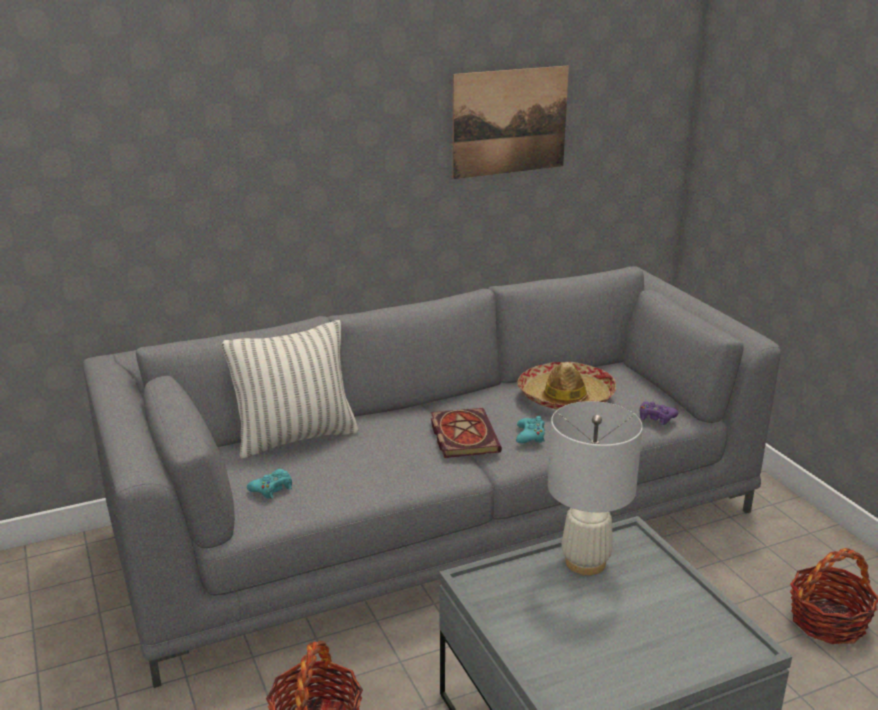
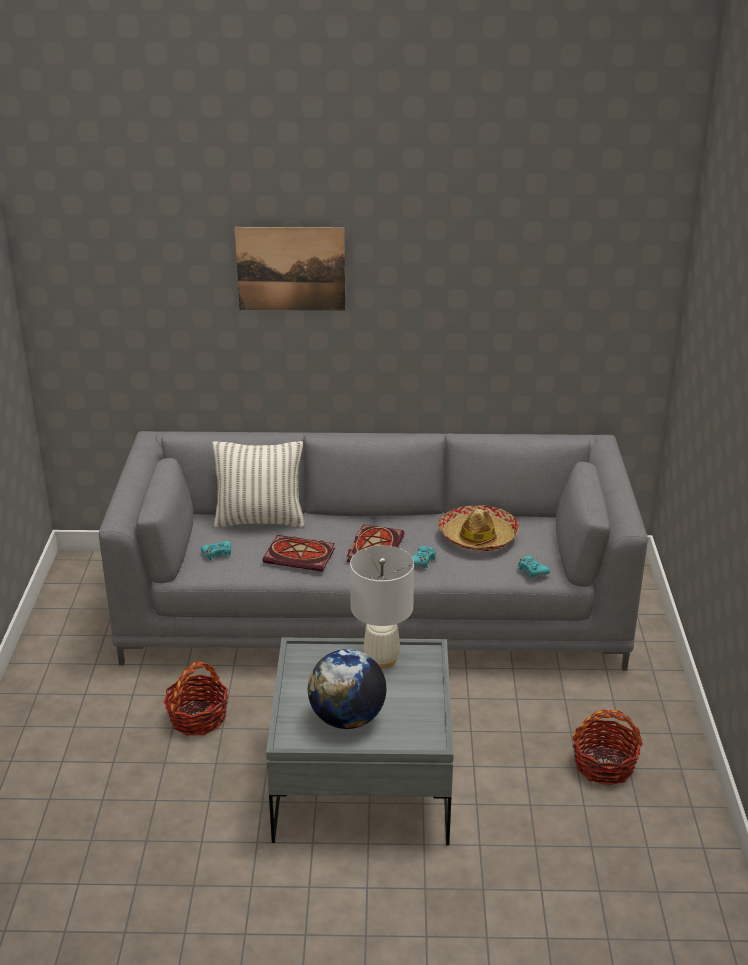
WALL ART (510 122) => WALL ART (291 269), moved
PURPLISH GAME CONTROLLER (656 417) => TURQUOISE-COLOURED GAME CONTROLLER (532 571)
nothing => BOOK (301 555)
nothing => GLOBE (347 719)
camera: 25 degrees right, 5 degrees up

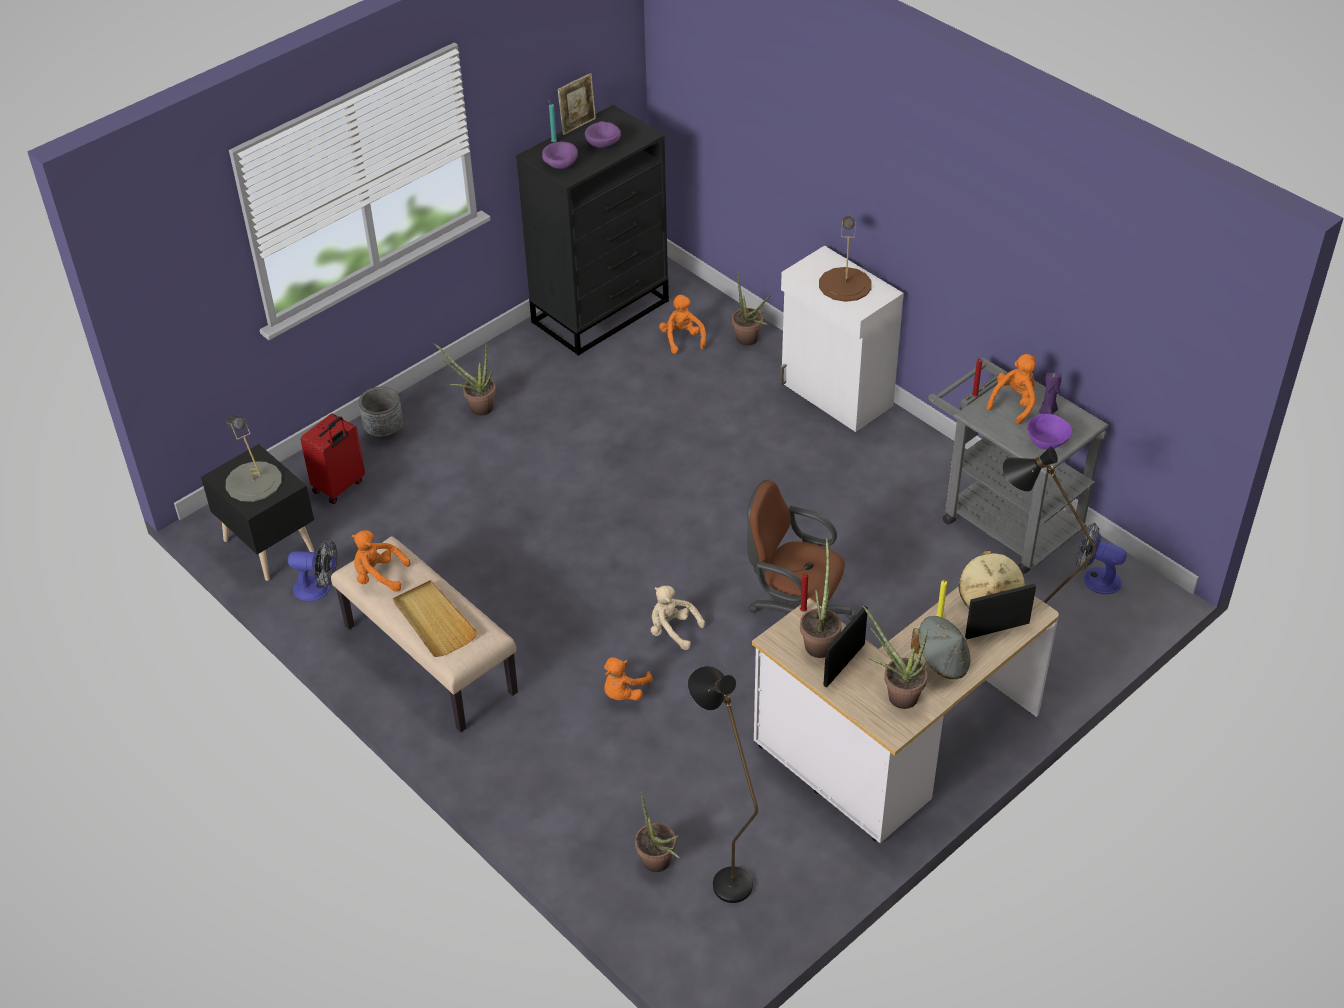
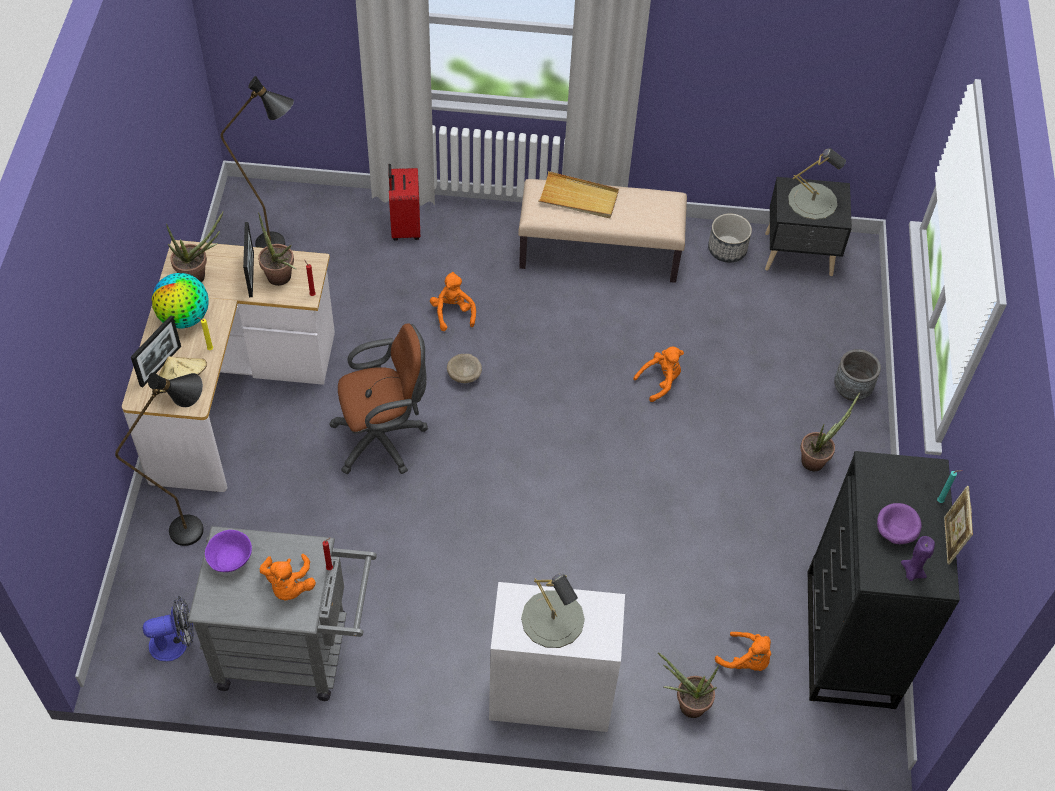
ELECTRIC FAN (318 589) => FLOWER POT (727 249)
RED-COLOURED SUITCASE (339 487) => RED-COLOURED SUITCASE (404 227), moved
ORANGEY SOFT TOY (378 576) => ORANGEY SOFT TOY (660 381), moved
PURPLISH BOWL (560 165) => nothing
POTTED PLANT (659 865) => nothing
BEIGE SOFT TOY (672 630) => BEIGE BOWL (465 376)
BROWN TABLETOP LAMP (844 284) => GREY TABLETOP LAMP (553 619)
GREY HAT (941 661) => GLOBE (184 318)
PURPLISH WAX LIGHT (1048 411) => PURPLISH WAX LIGHT (912 572), moved
camera: 135 degrees right, 10 degrees up

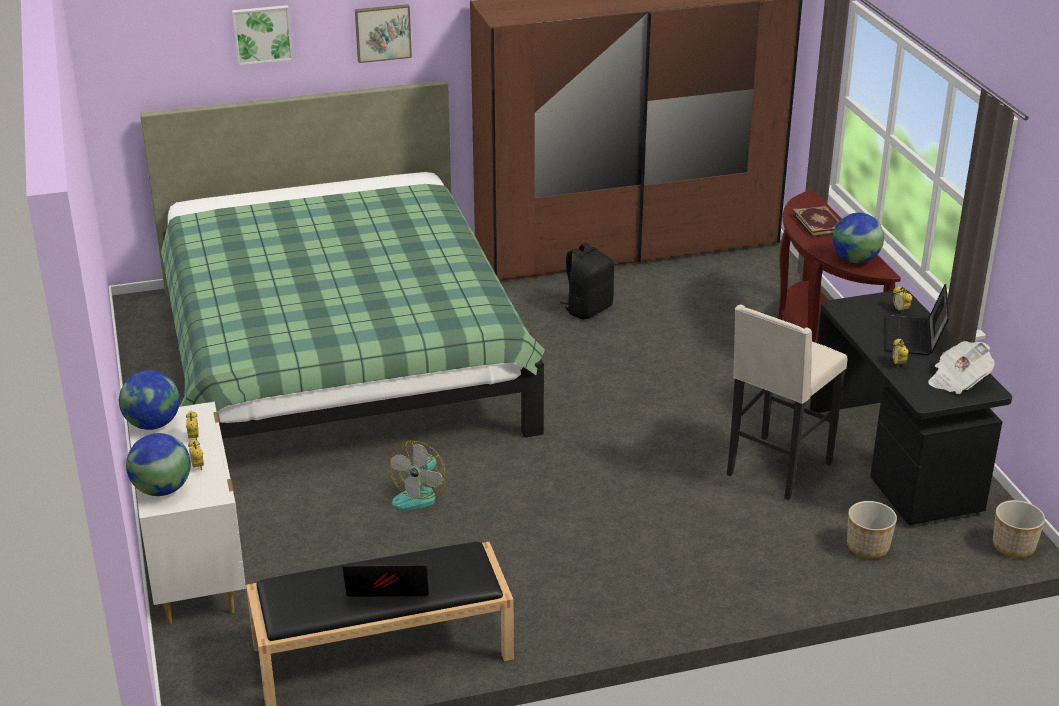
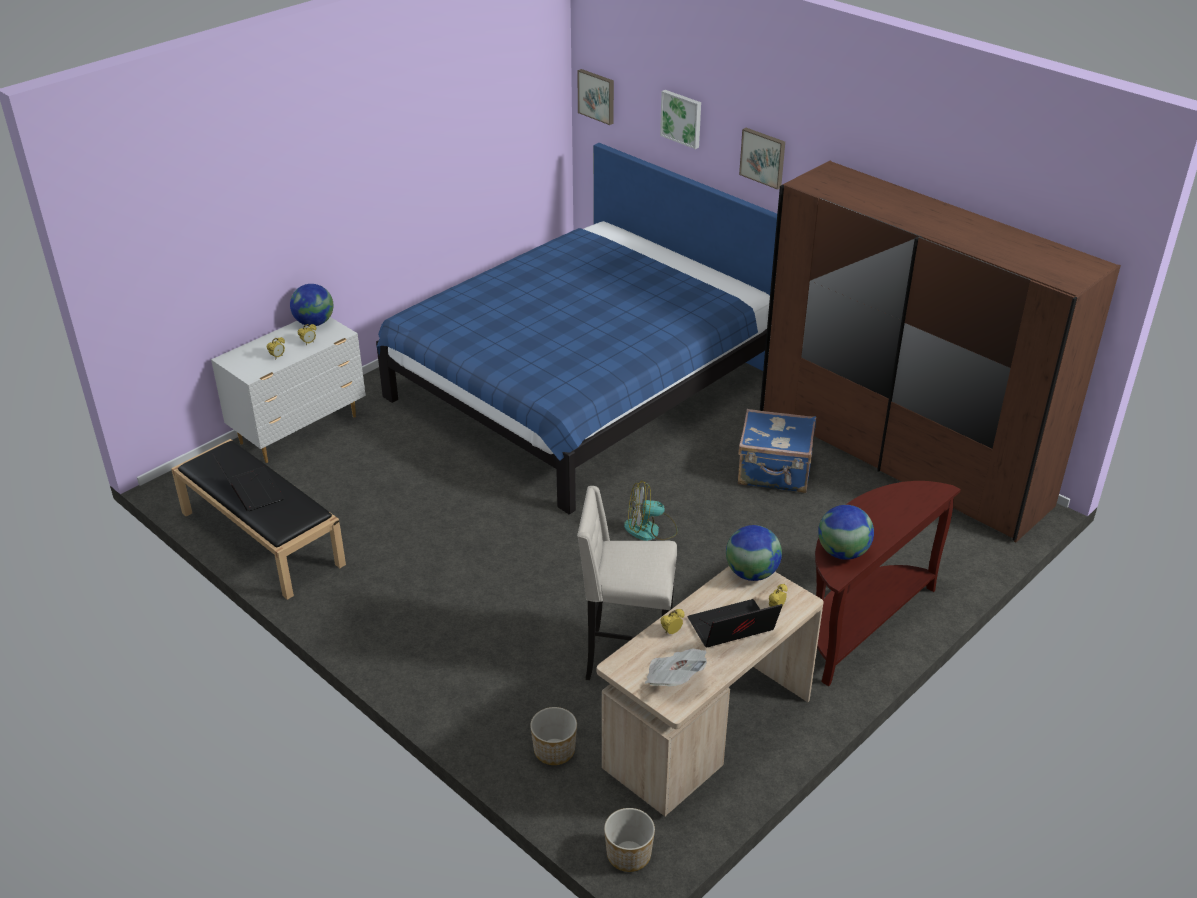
GLOBE (162 489) => GLOBE (751 573), moved
GREEN-COLOURED SLEEPING BED (339 359) => BLUE SLEEPING BED (583 386)
ELECTRIC FAN (420 494) => ELECTRIC FAN (650 530), moved
BLACK-COLOURED BACKPACK (588 309) => BLUE SUITCASE (774 472)
BOOK (819 224) => nothing
BLACK-COLOURED DESK TABLE (896 460) => BEIGE DESK TABLE (706 732)
nothing => WALL ART (597 96)
camera: 60 degrees right, 5 degrees up

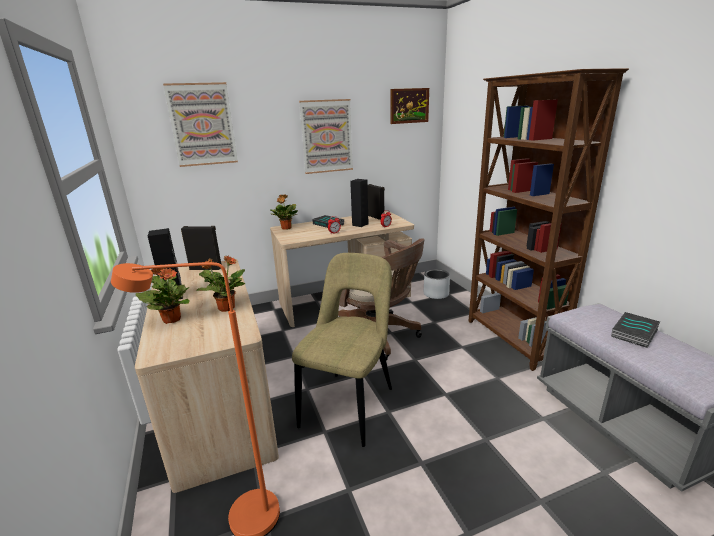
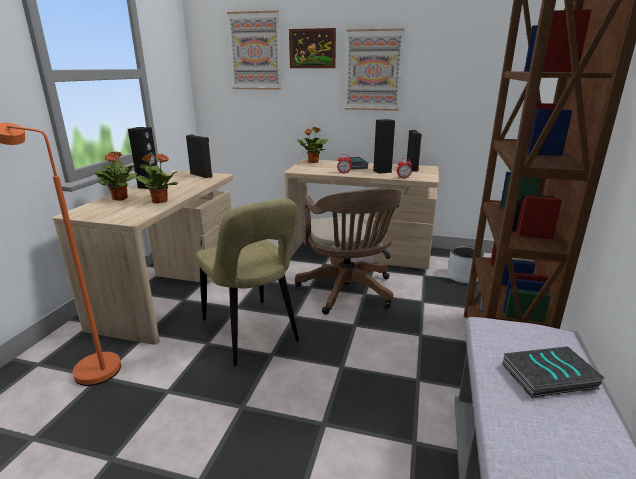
BEIGE CHAIR (350 404) => BEIGE CHAIR (252 333), 90 degrees clockwise
WALL ART (409 106) => WALL ART (312 48), moved
camera: 35 degrees right, 0 degrees up

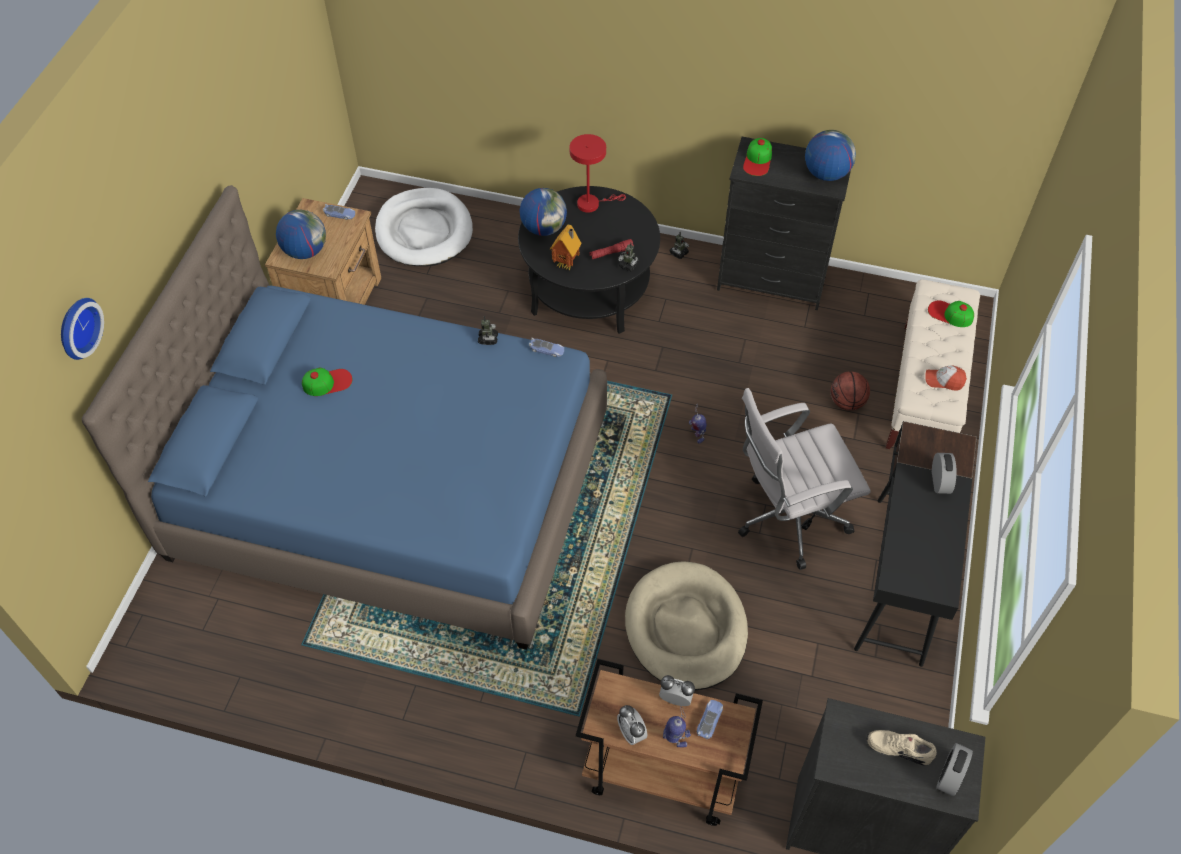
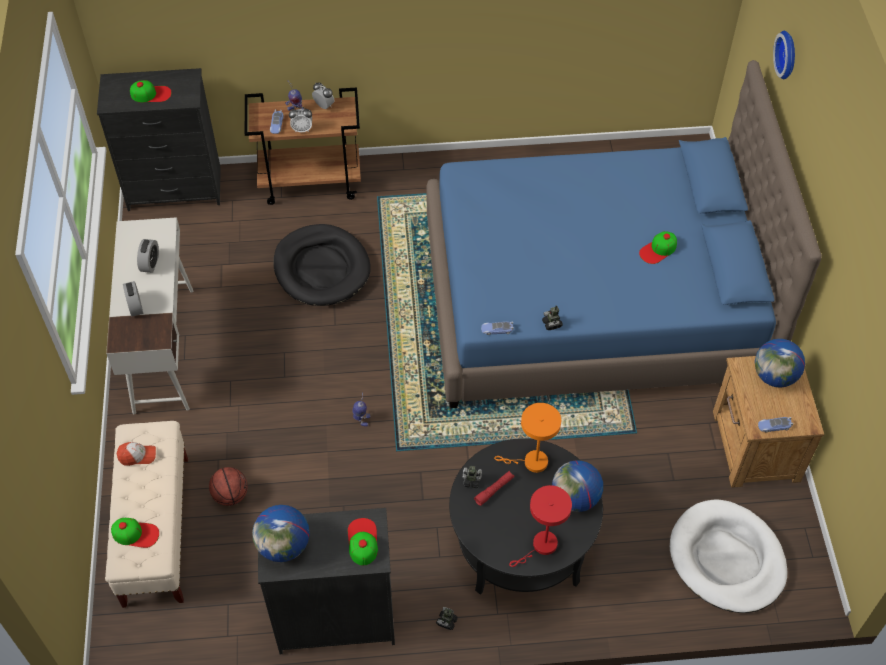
MODEL HOUSE (567 264) => ORANGEY TABLETOP LAMP (531 462)
BEIGE DOG BED (686 628) => BLACK-COLOURED DOG BED (321 268)
WHITE-COLOURED OFFICE CHAIR (787 519) => nothing
BLACK-COLOURED DESK TABLE (899 580) => WHITE-COLOURED DESK TABLE (163 349)
BEIGE ITEM OF FOOTWEAR (899 748) => CAP (151 94)
ALARM CLOCK (949 776) => ALARM CLOCK (150 263), moved
camera: 160 degrees right, 0 degrees up

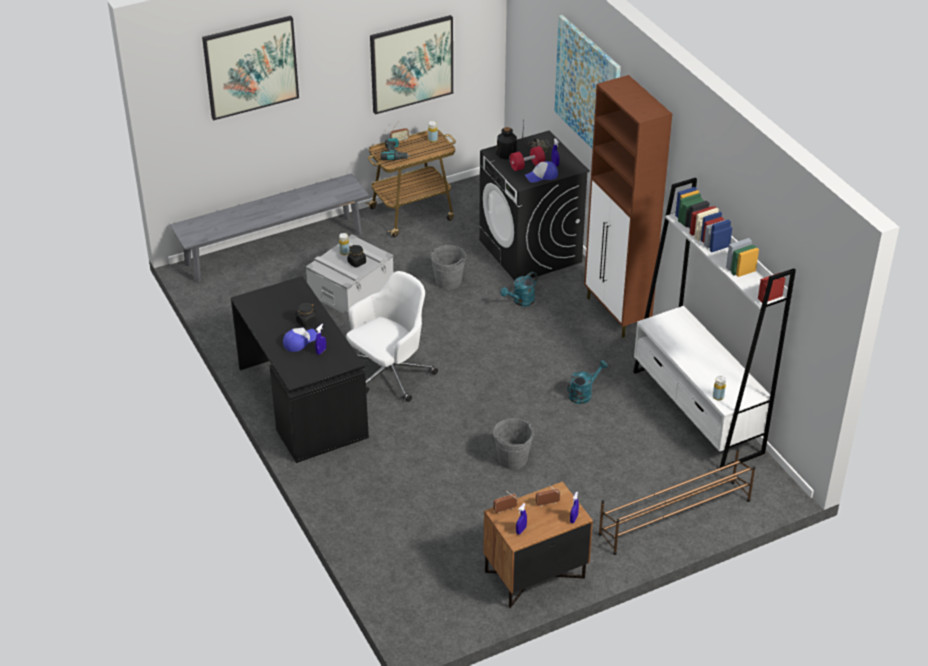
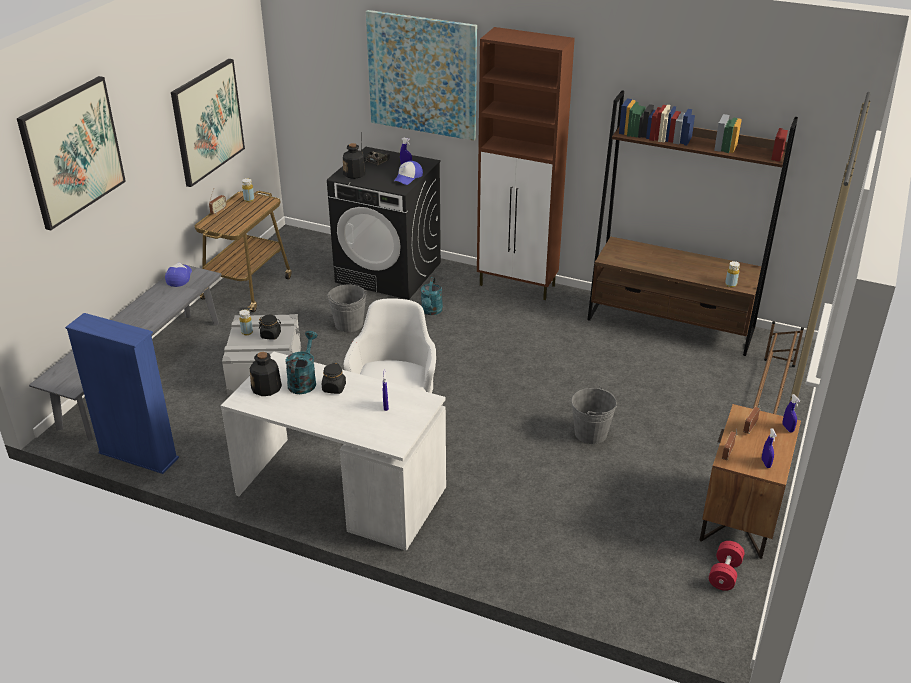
BLACK-COLOURED DESK TABLE (300 402) => WHITE-COLOURED DESK TABLE (339 492)
CAP (299 341) => CAP (179 277), moved
POWER DRILL (395 154) => nothing
RED-COLOURED HAND WEIGHT (527 166) => RED-COLOURED HAND WEIGHT (724 574), moved
TURQUOISE-COLOURED WATERING POT (583 394) => TURQUOISE-COLOURED WATERING POT (303 381), moved
WHITE-COLOURED BOOKSHELF (697 412) => BROWN BOOKSHELF (671 324)
nothing => BLUE BOOKSHELF (138 456)
nothing => BEVERAGE BOTTLE (266 388)
camera: 40 degrees left, 5 degrees down

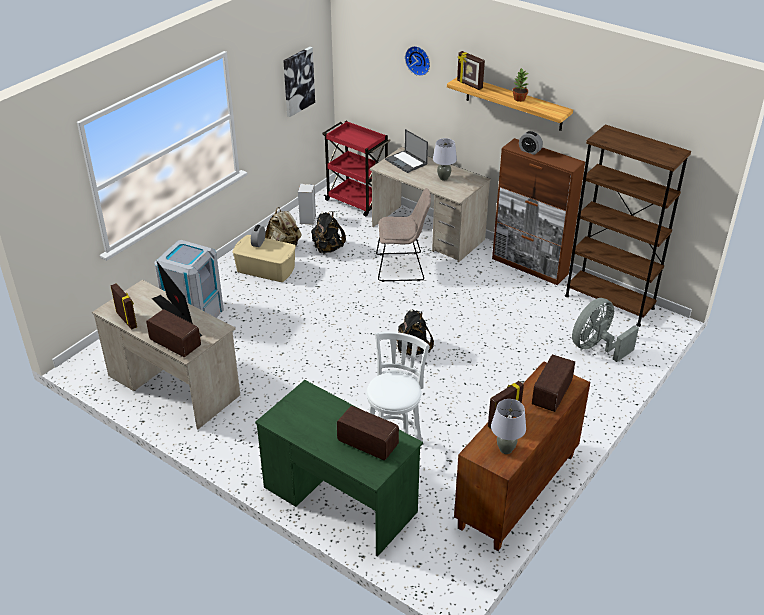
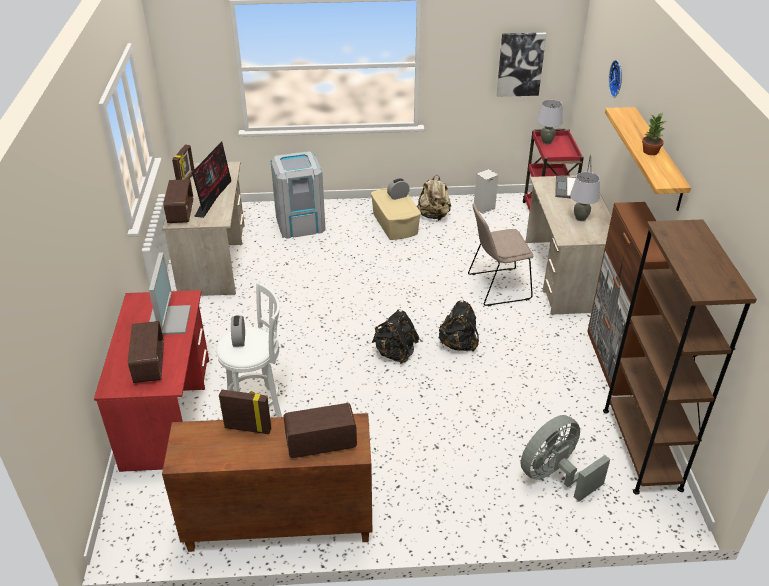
GREEN-COLOURED DESK TABLE (340 499) => RED-COLOURED DESK TABLE (168 412)
BLACK-COLOURED BACKPACK (327 248) => BLACK-COLOURED BACKPACK (458 344), moved
BEIGE CHAIR (402 267) => BEIGE CHAIR (496 287), 120 degrees clockwise
STANDING FRAME (469 85) => nothing
GREY TABLETOP LAMP (505 449) => GREY TABLETOP LAMP (546 142), moved
ALARM CLOCK (529 151) => ALARM CLOCK (239 340), moved
GREY ELECTRIC FAN (596 347) => GREY ELECTRIC FAN (555 476), 45 degrees counterclockwise
nothing => COMPUTER DISPLAY (168 320)
camera: 50 degrees right, 0 degrees up

